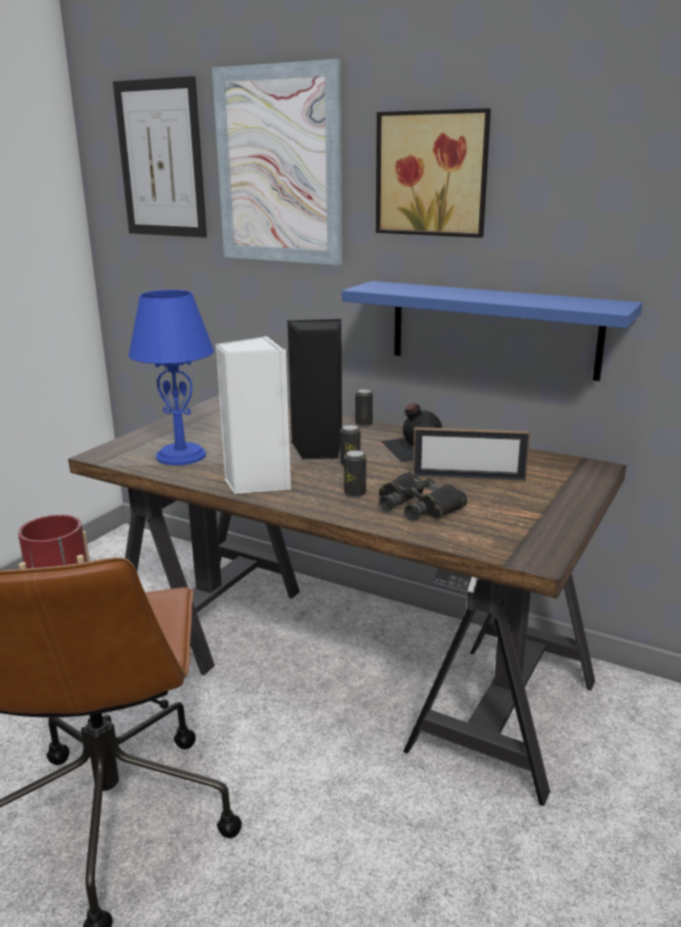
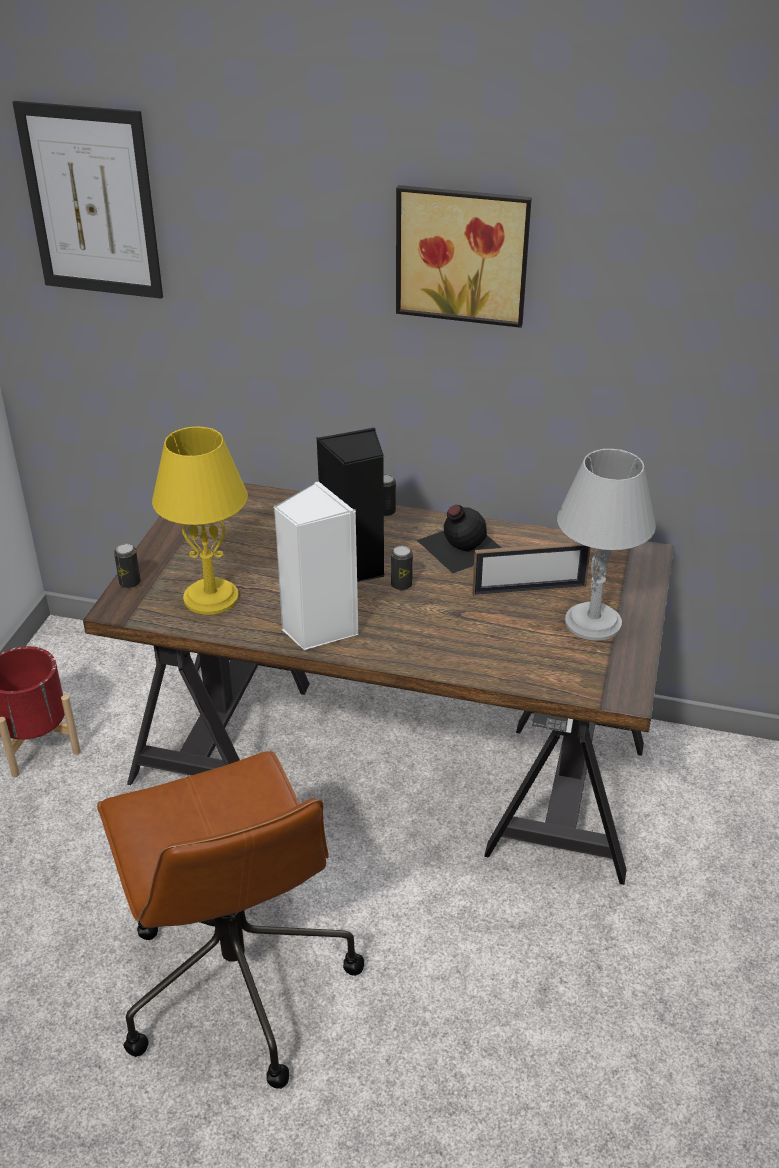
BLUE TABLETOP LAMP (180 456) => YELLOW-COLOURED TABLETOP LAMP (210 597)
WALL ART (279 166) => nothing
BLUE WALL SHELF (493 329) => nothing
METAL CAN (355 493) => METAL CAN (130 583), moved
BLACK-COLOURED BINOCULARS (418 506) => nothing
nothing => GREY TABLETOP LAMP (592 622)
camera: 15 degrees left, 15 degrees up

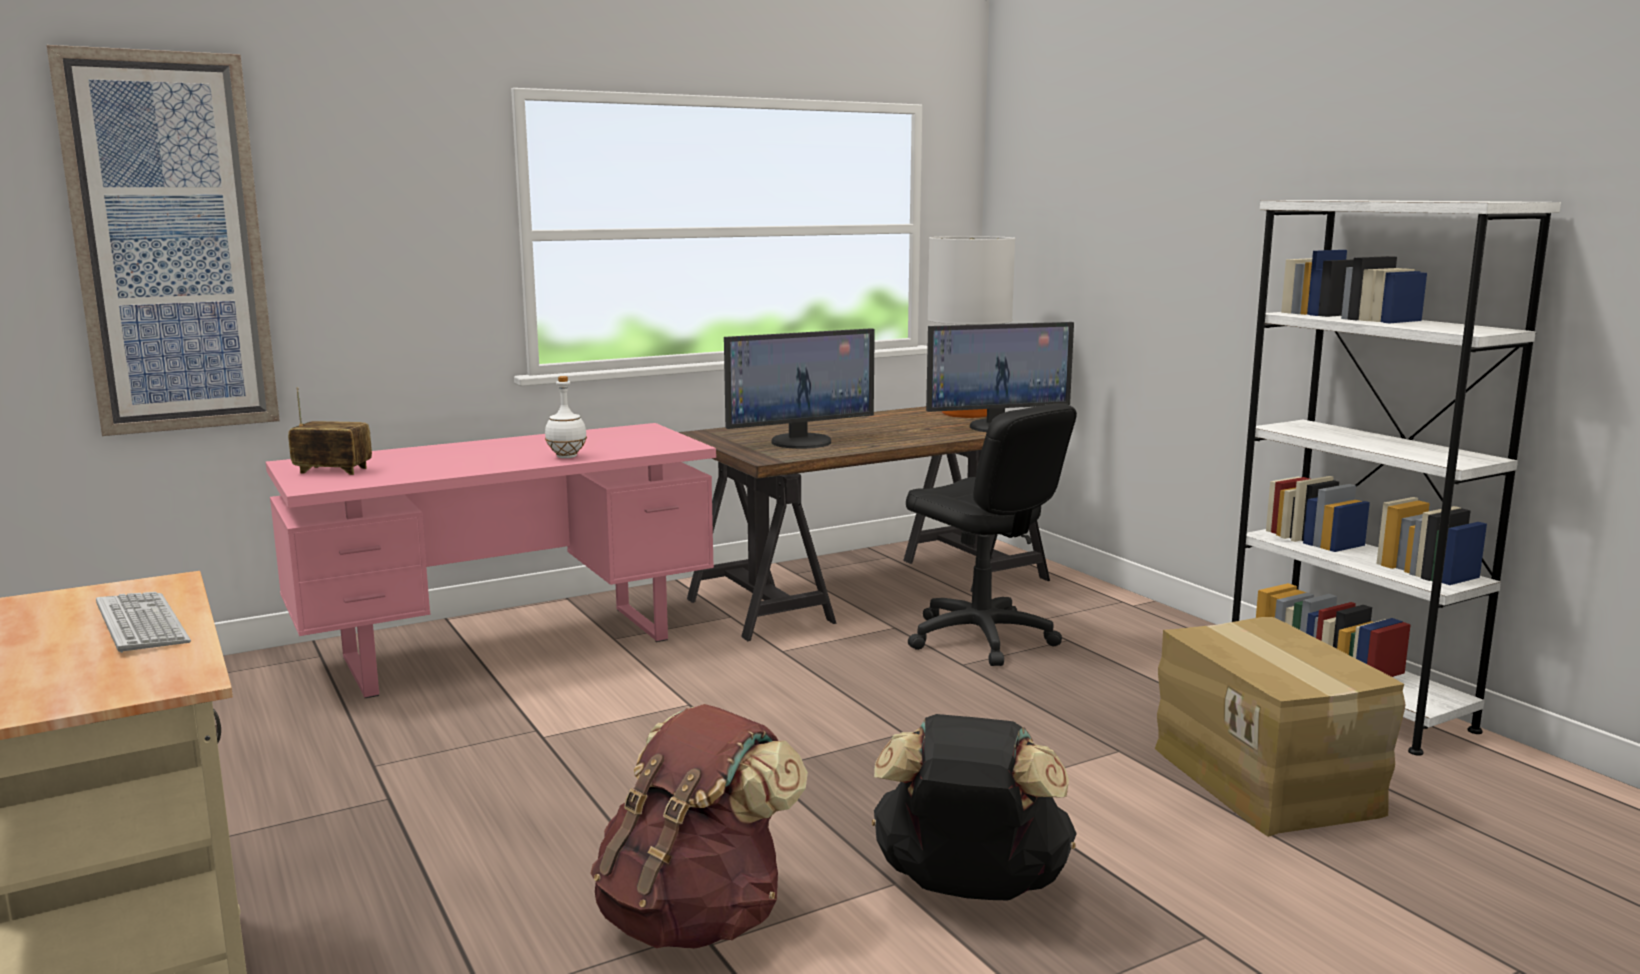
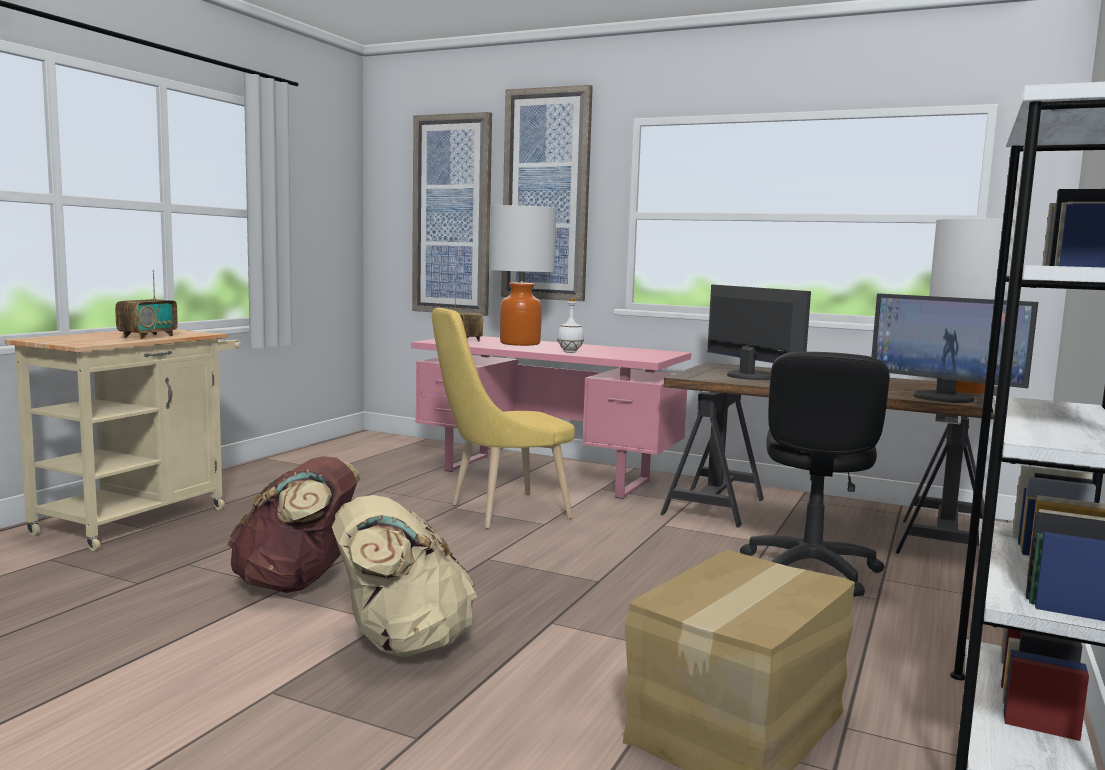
PC KEYBOARD (142 624) => RADIO (147 336)
COMPUTER DISPLAY (801 442) => COMPUTER DISPLAY (750 376), 150 degrees counterclockwise
BLACK-COLOURED BACKPACK (969 888) => BEIGE BACKPACK (401 644)
nothing => YELLOW-COLOURED CHAIR (501 512)
nothing => TABLETOP LAMP (520 343)
nothing => WALL ART (546 195)
camera: 55 degrees right, 5 degrees down

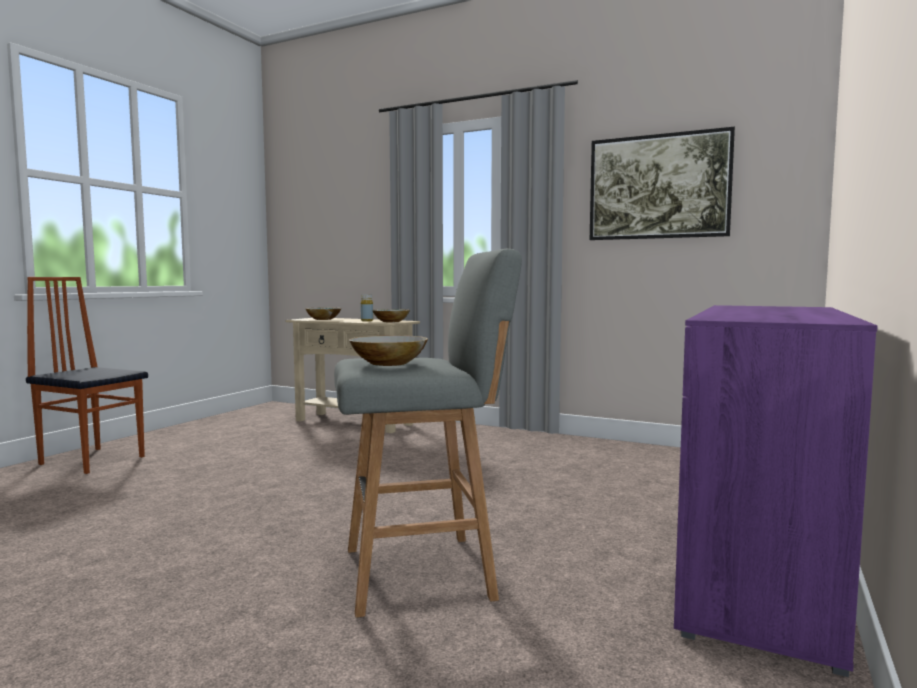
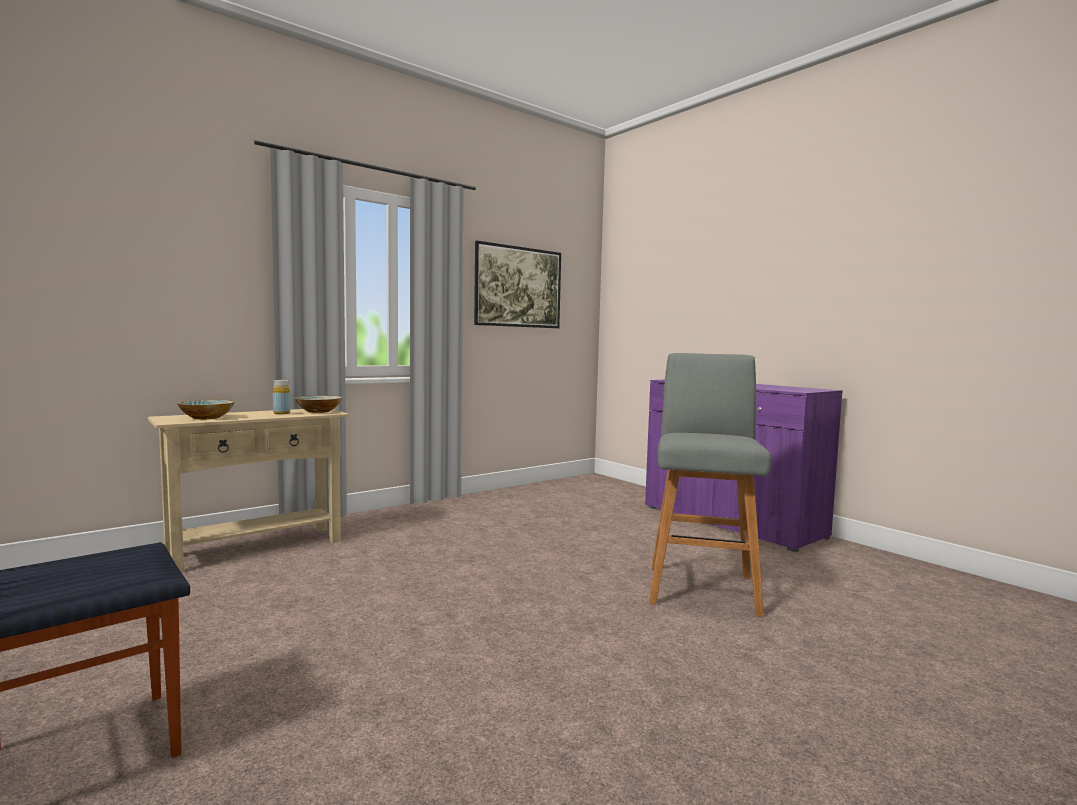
BOWL (388 363) => nothing
camera: 65 degrees left, 0 degrees up

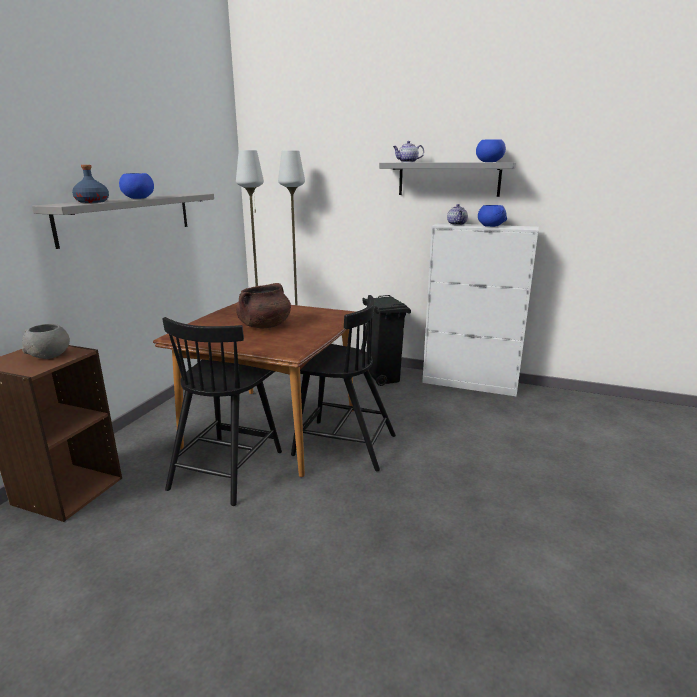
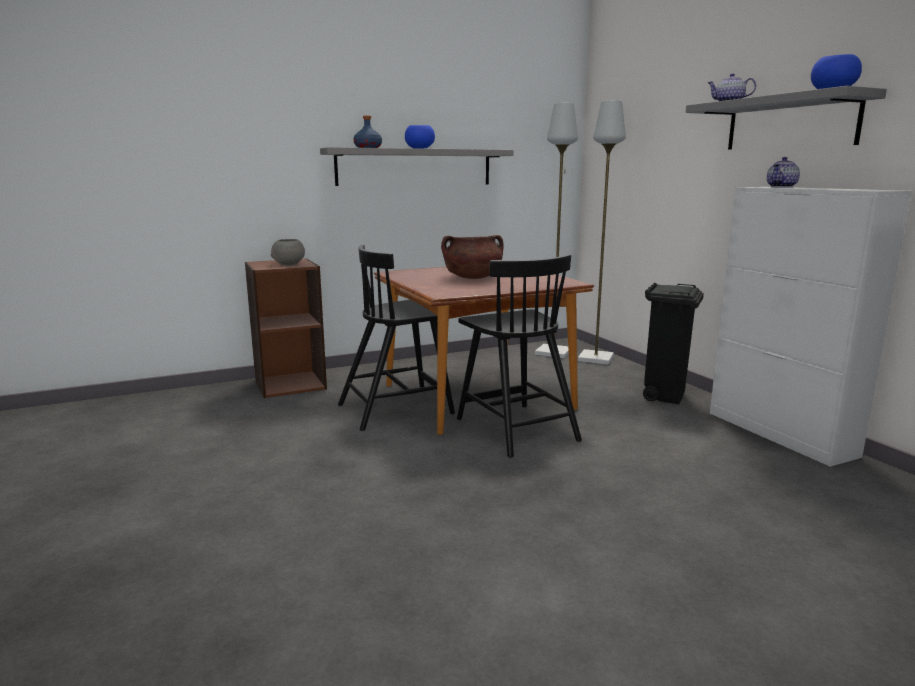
BLUE BOWL (490 226) => nothing
camera: 45 degrees right, 5 degrees down

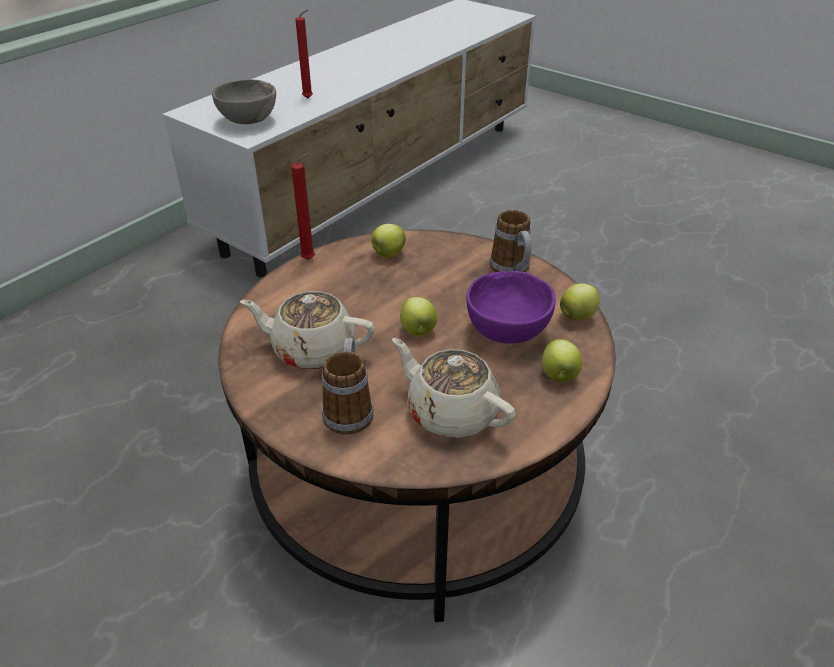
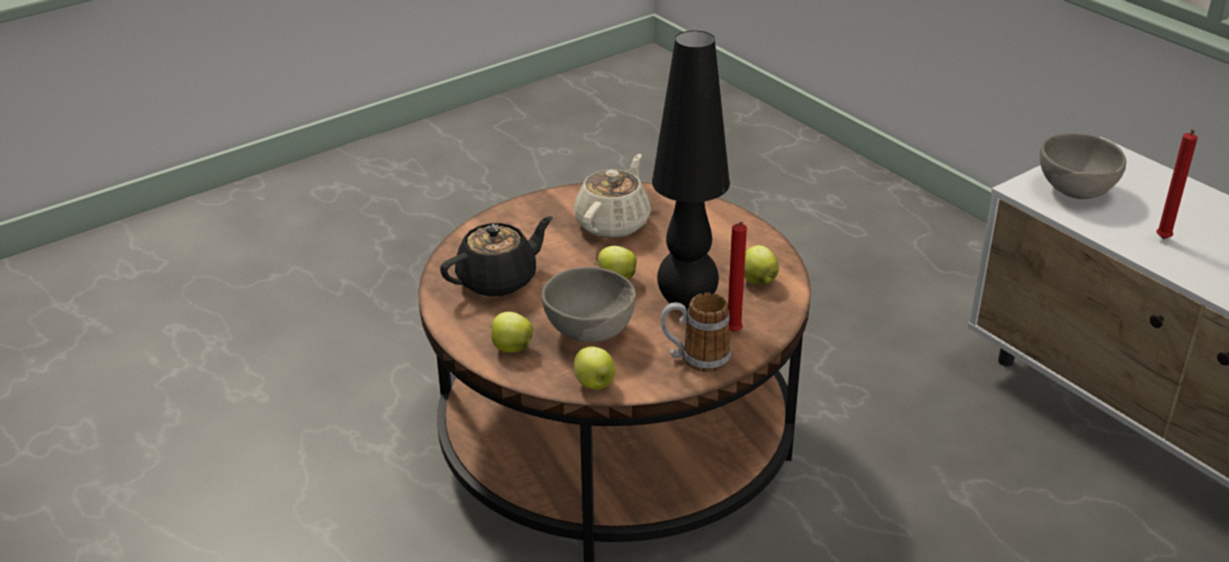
RED-COLOURED WAX LIGHT (310 259) => RED-COLOURED WAX LIGHT (733 333), moved
TEA MUG (349 409) => nothing
BEIGE POT FOR TEA (450 412) => BLACK-COLOURED POT FOR TEA (499 280)
PURPLISH BOWL (508 331) => GREY BOWL (590 332)
nothing => BLACK-COLOURED TABLETOP LAMP (687 303)
camera: 105 degrees right, 5 degrees down

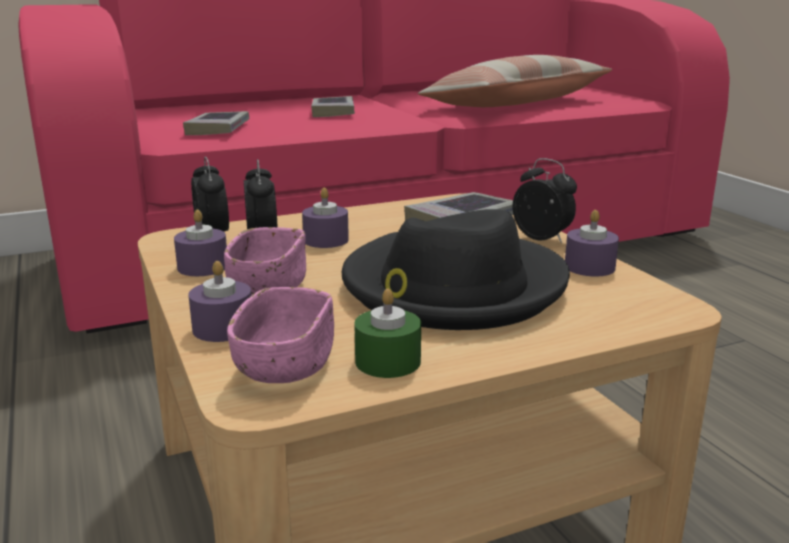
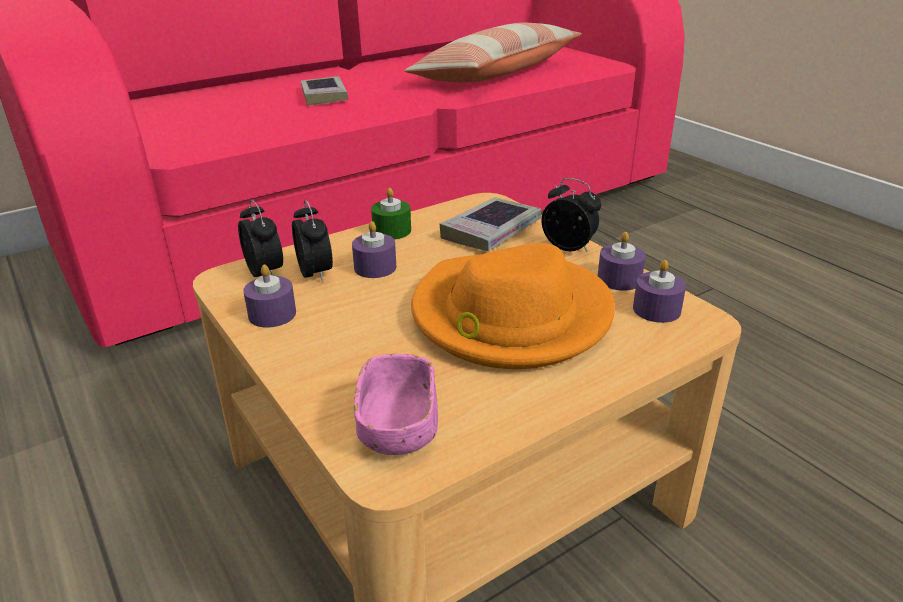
BOOK (218 129) => nothing
PURPLISH WAX LIGHT (223 328) => PURPLISH WAX LIGHT (656 309), moved
PINKISH BOWL (268 286) => nothing
BLACK-COLOURED HAT (451 287) => ORANGEY HAT (509 316)
GREEN-COLOURED WAX LIGHT (388 361) => GREEN-COLOURED WAX LIGHT (392 231), moved
camera: 10 degrees left, 10 degrees up

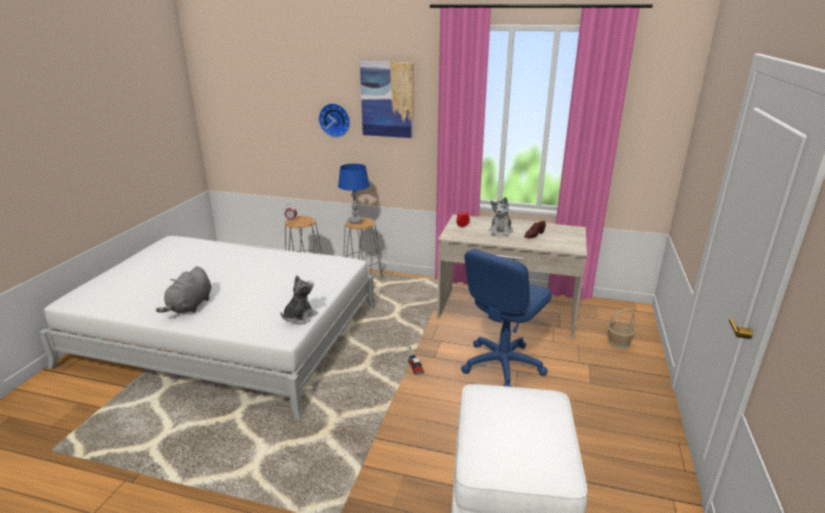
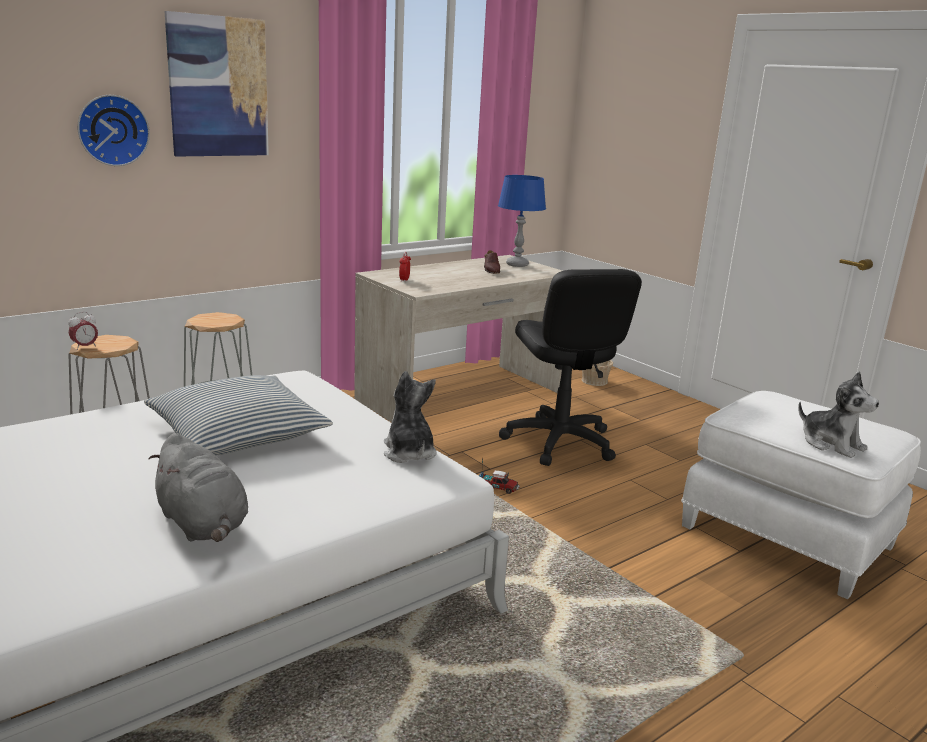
BLUE TABLETOP LAMP (355 221) => BLUE TABLETOP LAMP (517 264), moved
BLUE OFFICE CHAIR (502 365) => BLACK-COLOURED OFFICE CHAIR (559 442)
SOFT TOY (501 231) => SOFT TOY (831 444), moved
nothing => THROW PILLOW (238 433)
camera: 55 degrees left, 5 degrees down

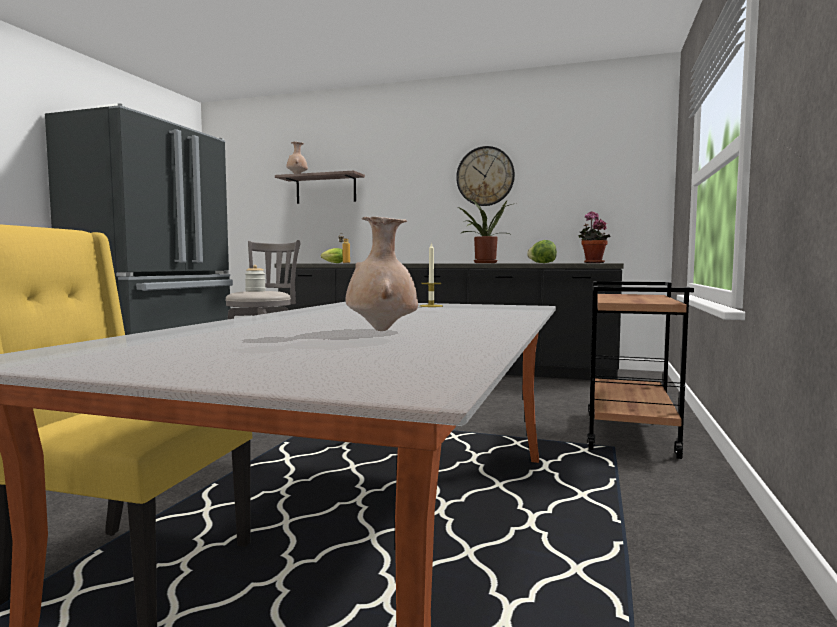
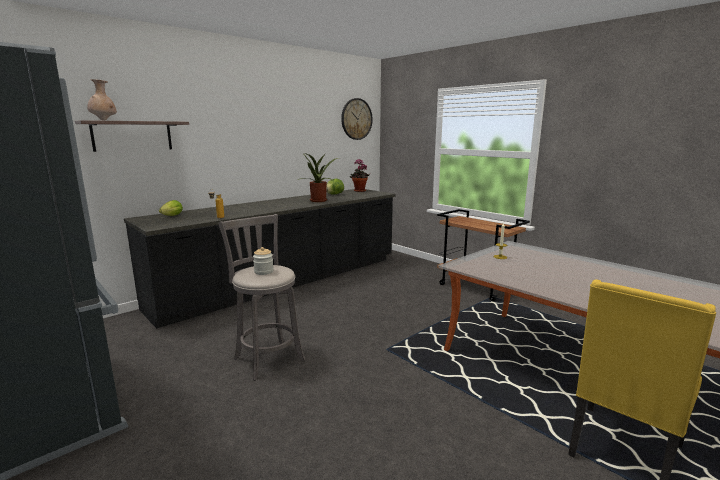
BEIGE DECORATIVE VASE (382 330) => nothing
HANGING CLOCK (485 176) => HANGING CLOCK (356 119), moved
camera: 60 degrees left, 10 degrees up

